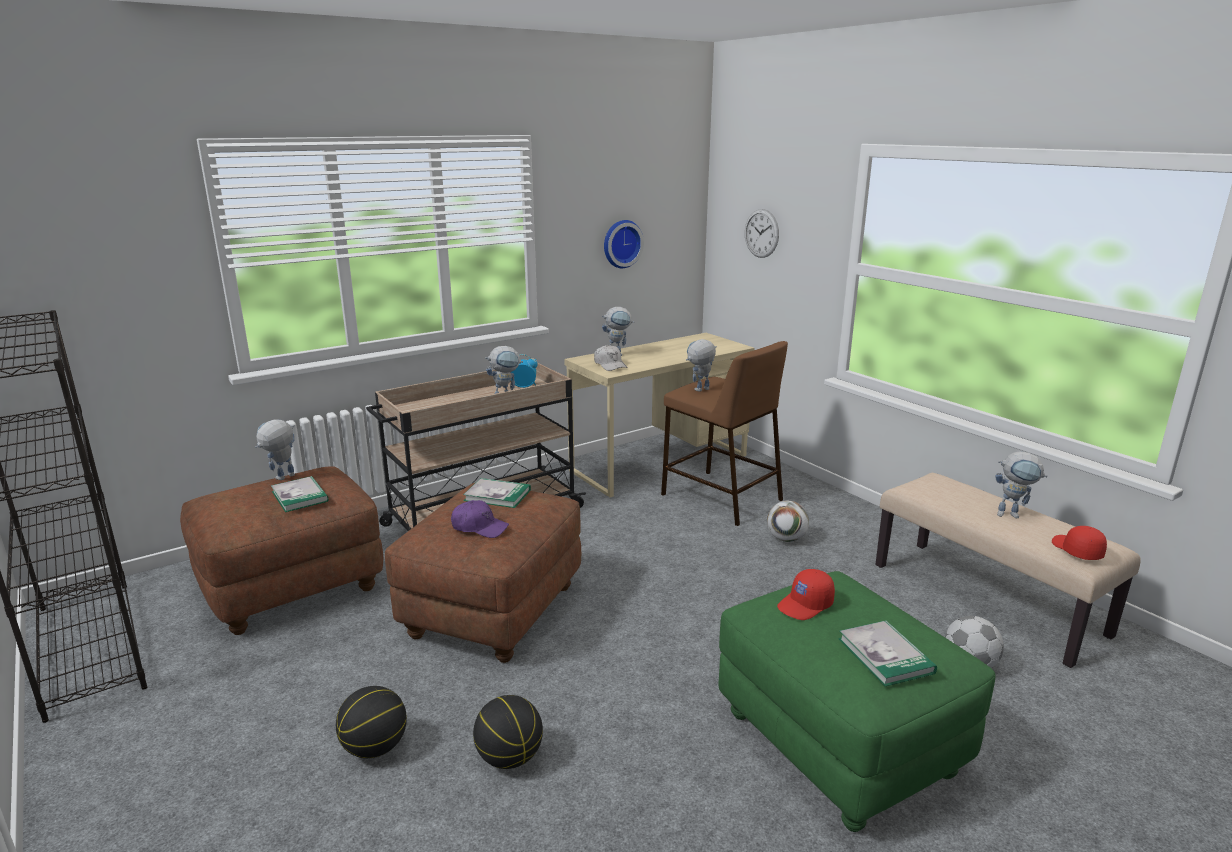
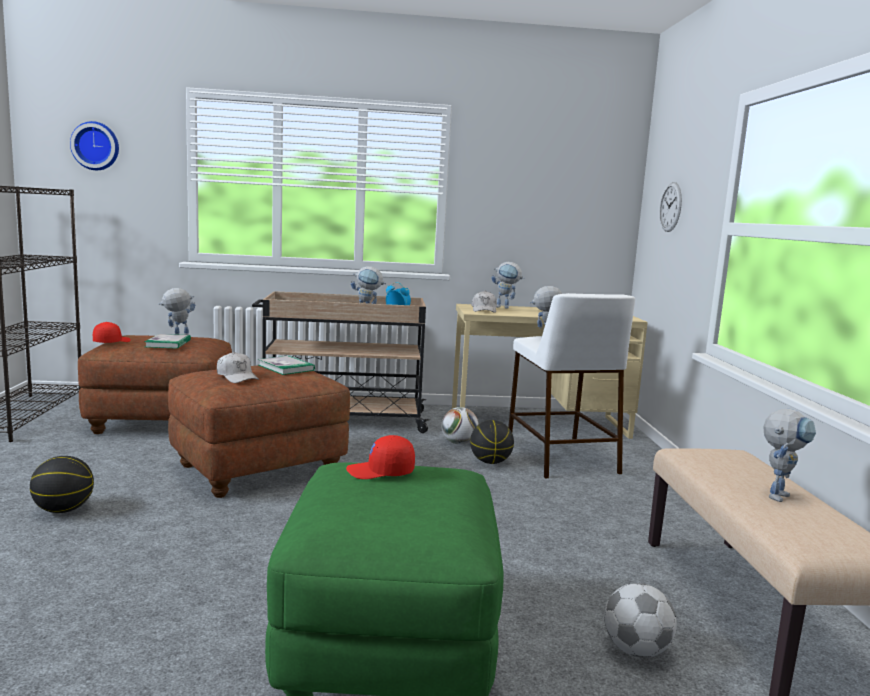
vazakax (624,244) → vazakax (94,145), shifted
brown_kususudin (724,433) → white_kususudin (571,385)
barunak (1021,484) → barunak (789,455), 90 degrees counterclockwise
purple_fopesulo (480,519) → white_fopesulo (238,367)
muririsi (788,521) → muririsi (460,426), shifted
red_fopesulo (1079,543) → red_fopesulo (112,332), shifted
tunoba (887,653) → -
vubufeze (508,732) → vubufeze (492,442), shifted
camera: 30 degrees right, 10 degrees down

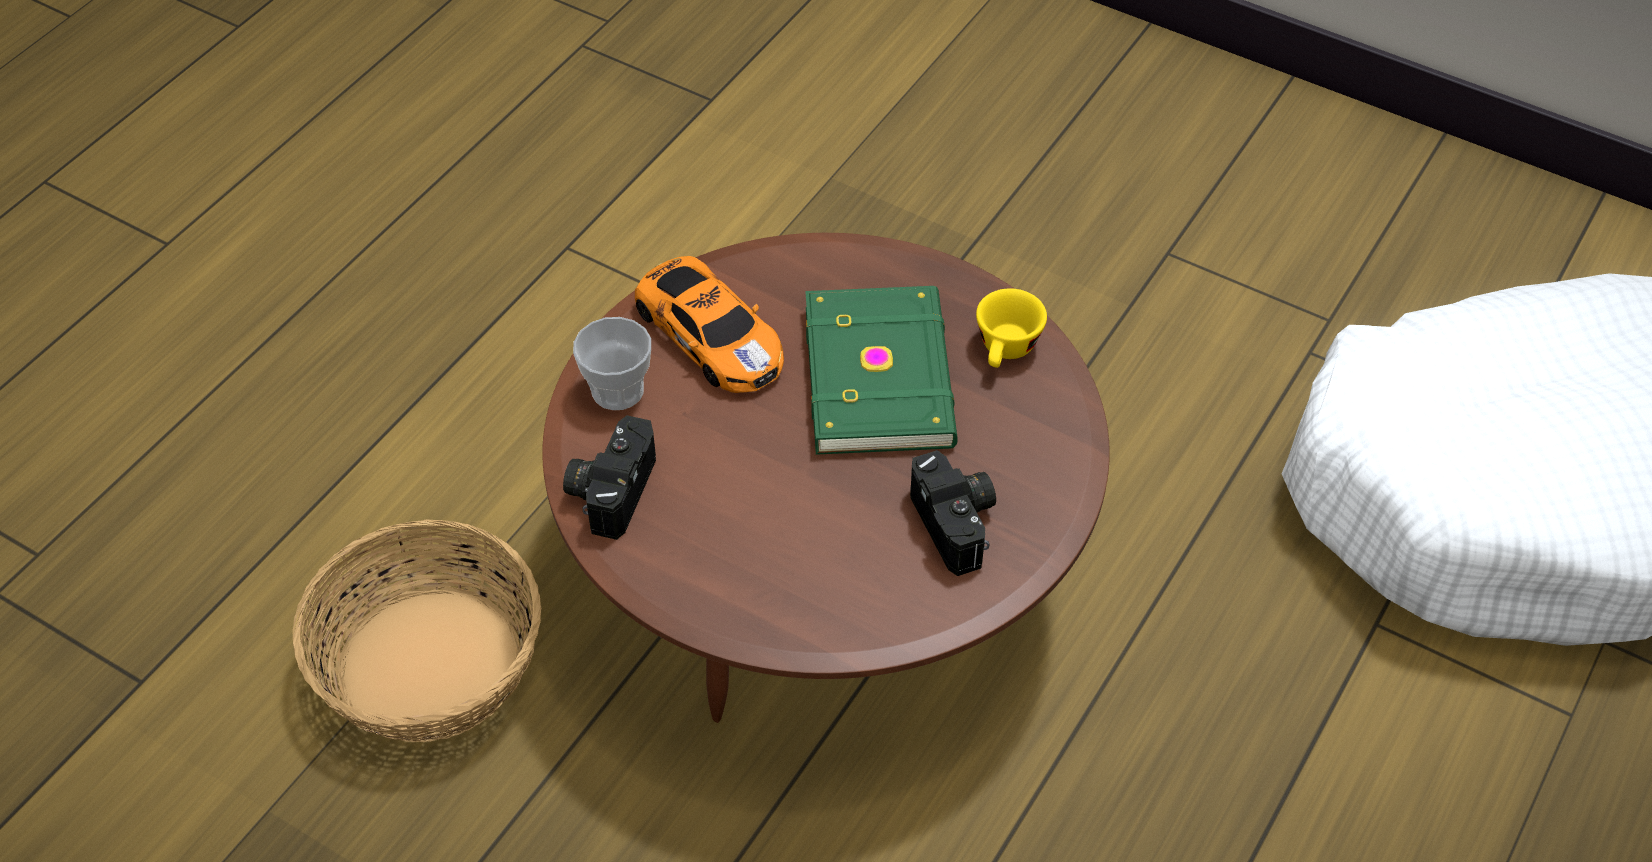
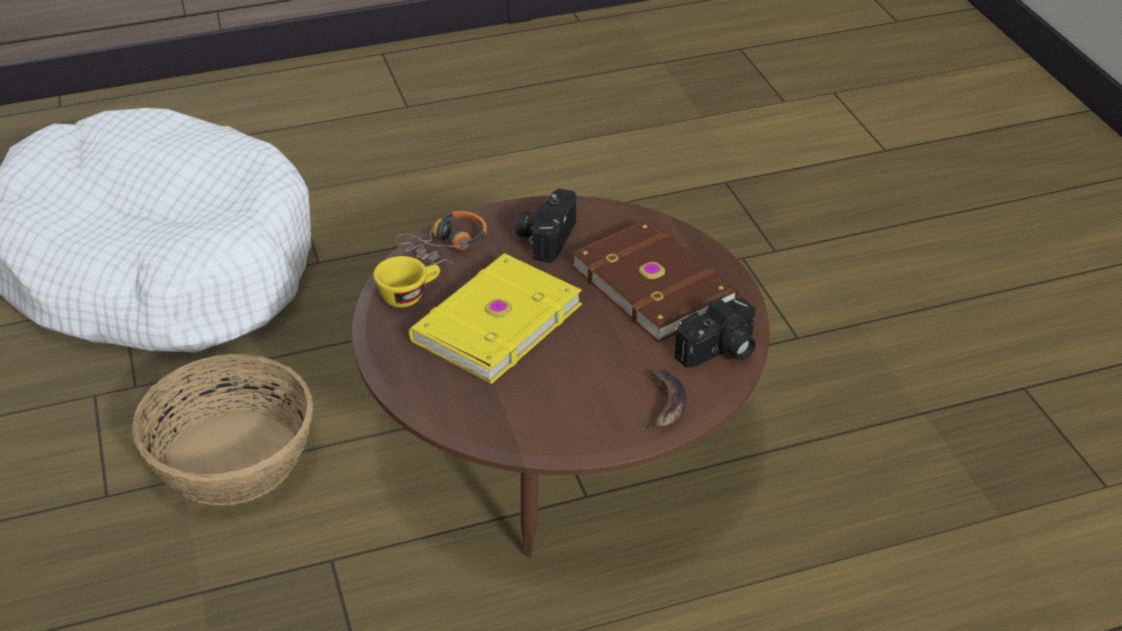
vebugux (709,324) → -
green_tunoba (881,370) → yellow_tunoba (495,318)
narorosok (612,363) → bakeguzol (663,400)
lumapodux (416,631) → lumapodux (222,429), shifted
- → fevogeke (441,238)
- → brown_tunoba (655,280)
camera: 140 degrees left, 10 degrees down

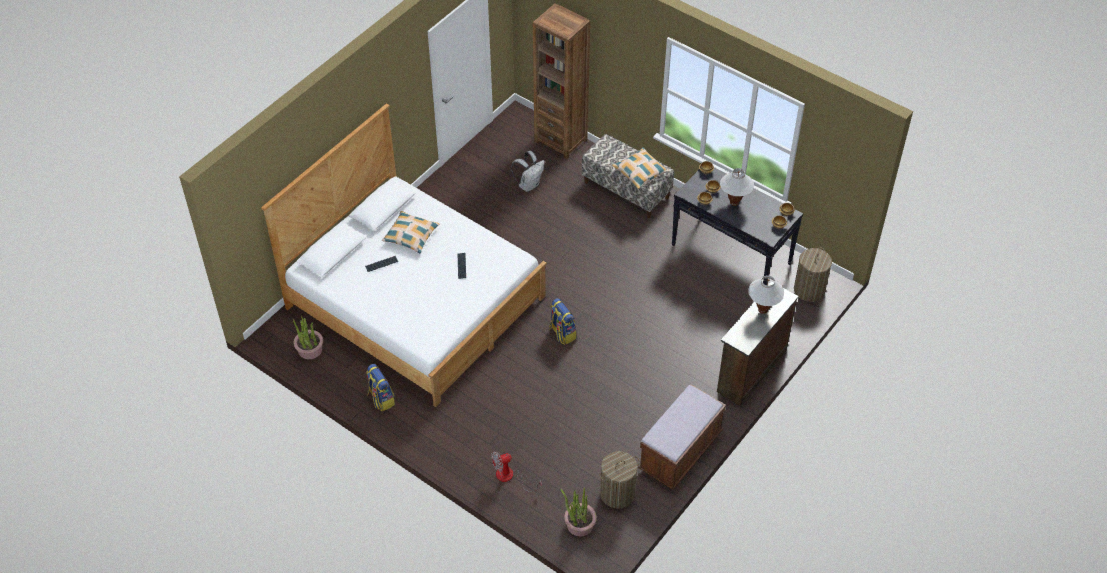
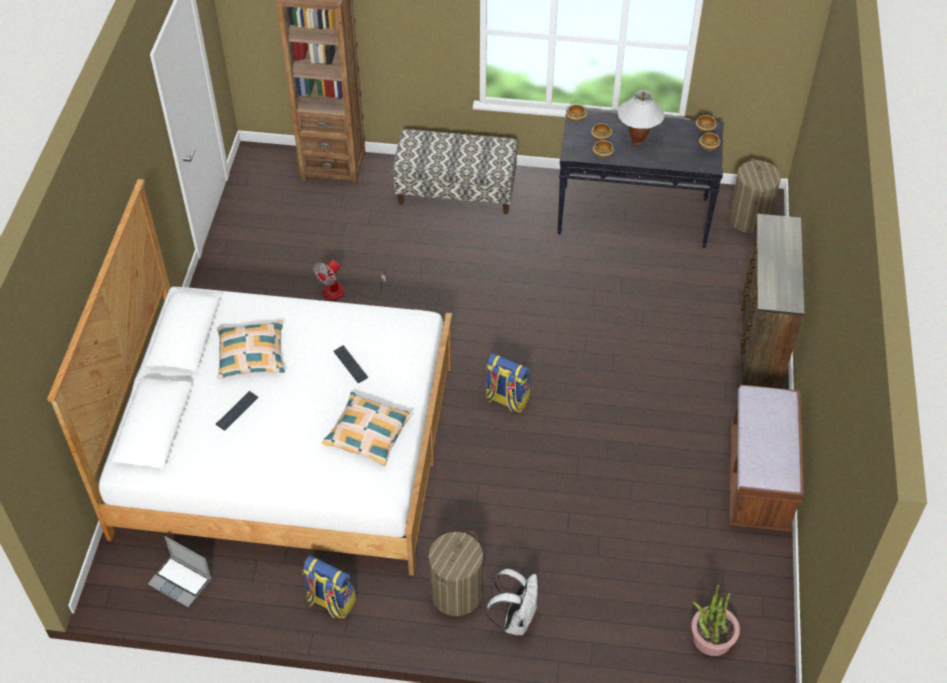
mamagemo (640,168) → mamagemo (368,429), shifted
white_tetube (528,171) → white_tetube (512,601), shifted
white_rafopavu (766,294) → -
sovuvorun (308,337) → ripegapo (180,571)
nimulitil (516,471) → nimulitil (350,280), shifted
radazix (619,480) → radazix (455,573), shifted
camera: 30 degrees left, 0 degrees up

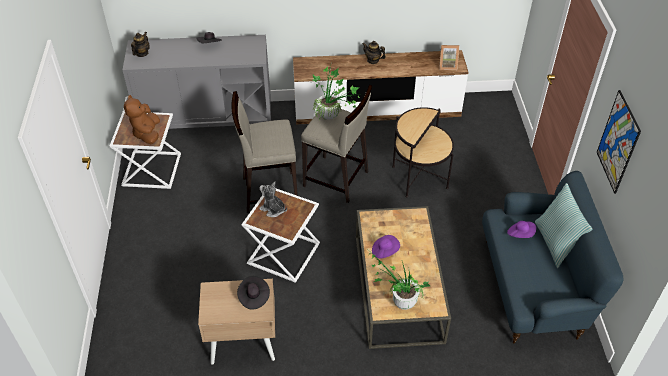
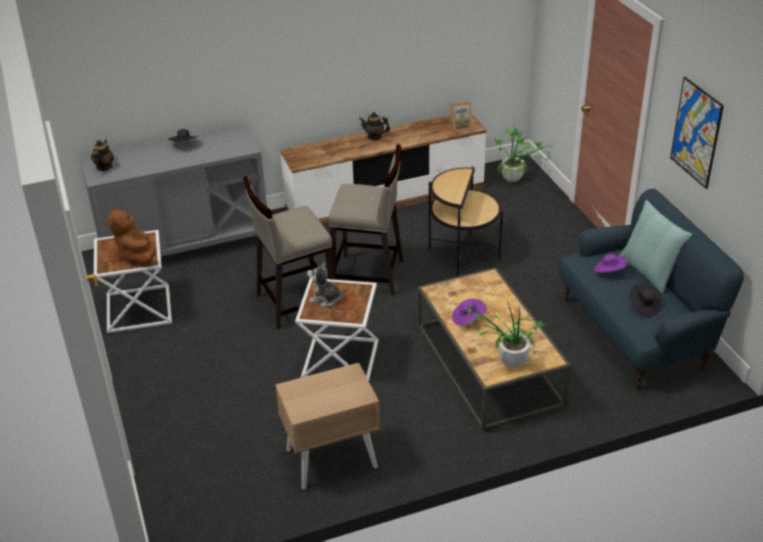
sovuvorun (336,91) → sovuvorun (523,154), shifted
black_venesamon (253,292) → black_venesamon (646,300), shifted
camera: 15 degrees left, 10 degrees down

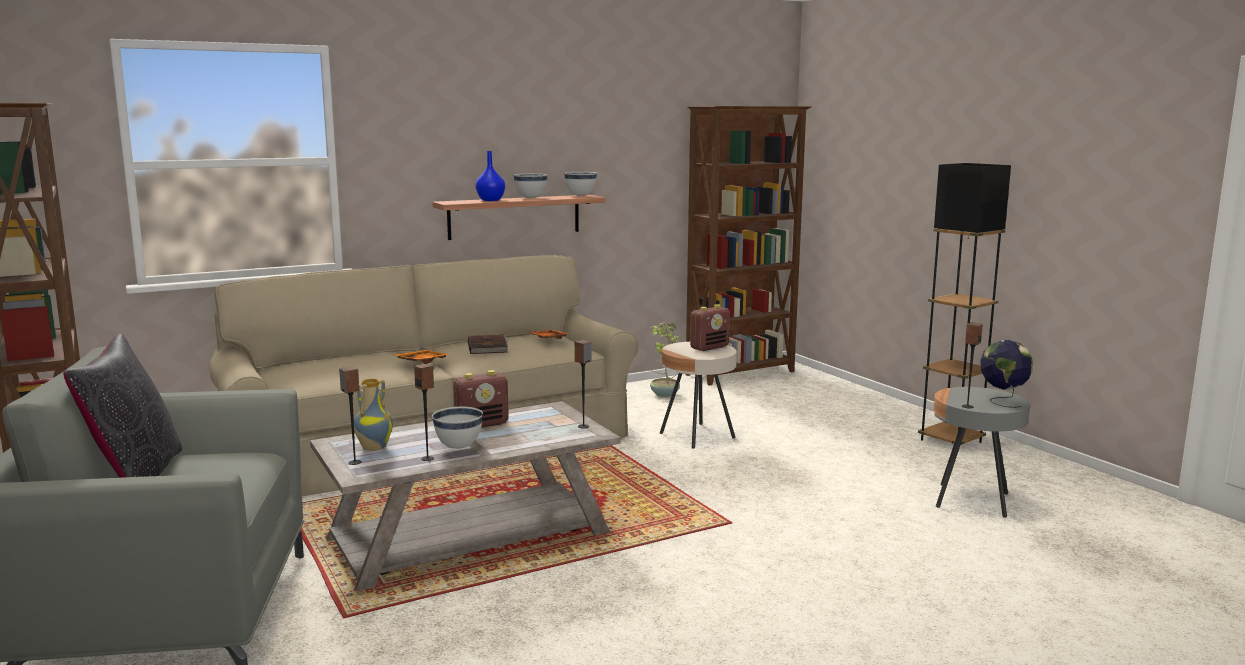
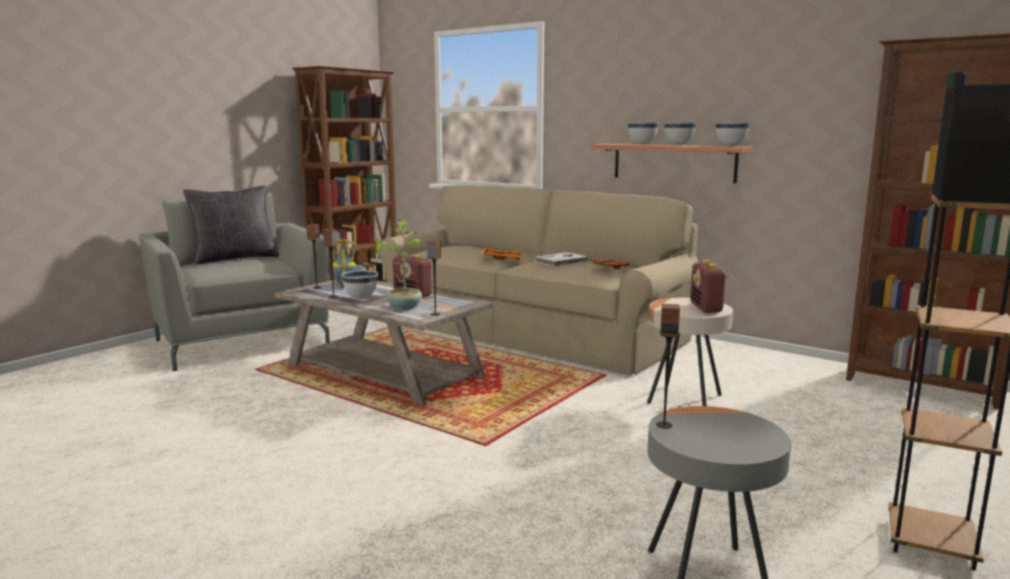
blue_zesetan (490,176) → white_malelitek (643,134)
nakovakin (710,327) → nakovakin (709,286), 60 degrees clockwise
sovuvorun (665,360) → sovuvorun (398,264), shifted
brown_tunoba (488,344) → white_tunoba (562,259)
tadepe (1006,374) → -
camera: 65 degrees right, 0 degrees up

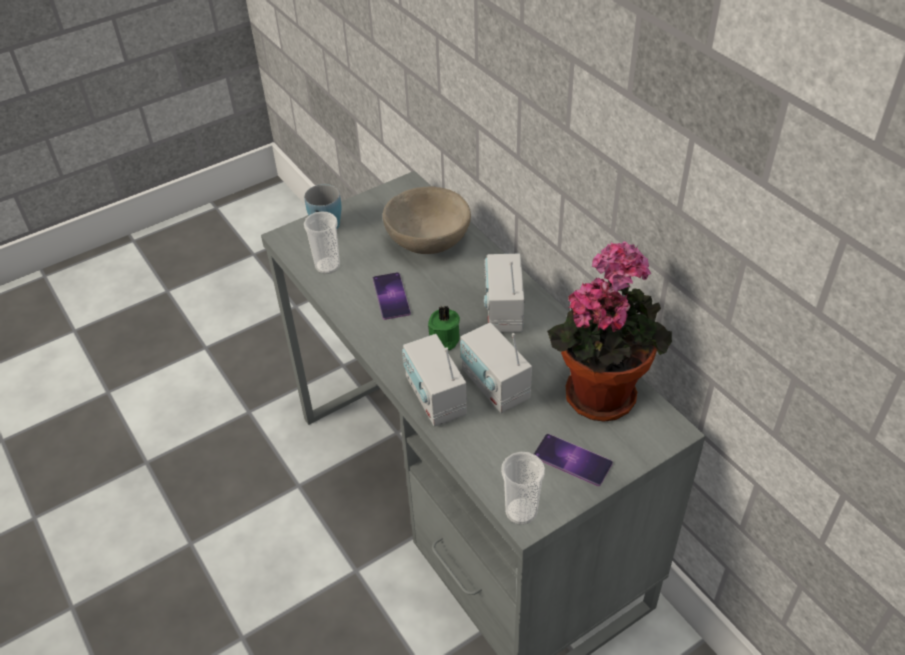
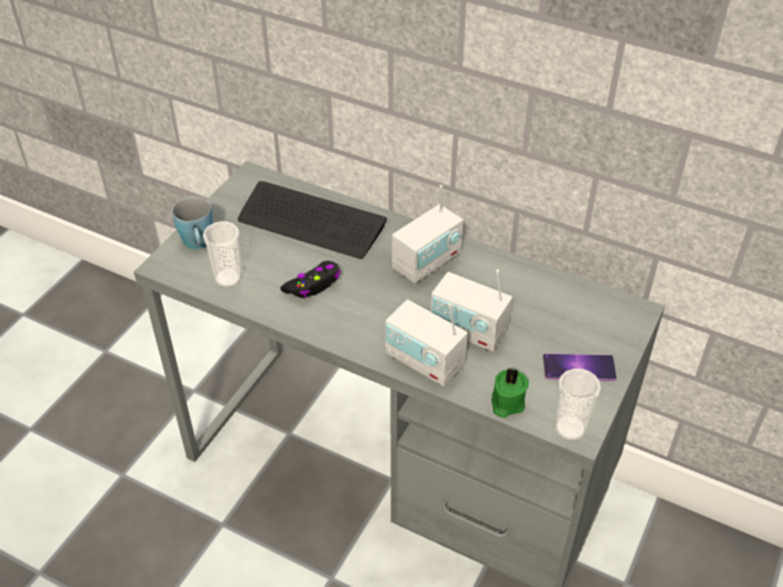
beige_malelitek (427,220) → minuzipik (312,220)
sovuvorun (609,331) → -
nakovakin (504,293) → nakovakin (427,234), 105 degrees counterclockwise
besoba (392,296) → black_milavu (310,279)
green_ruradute (444,327) → green_ruradute (510,393), shifted
camera: 30 degrees left, 0 degrees up

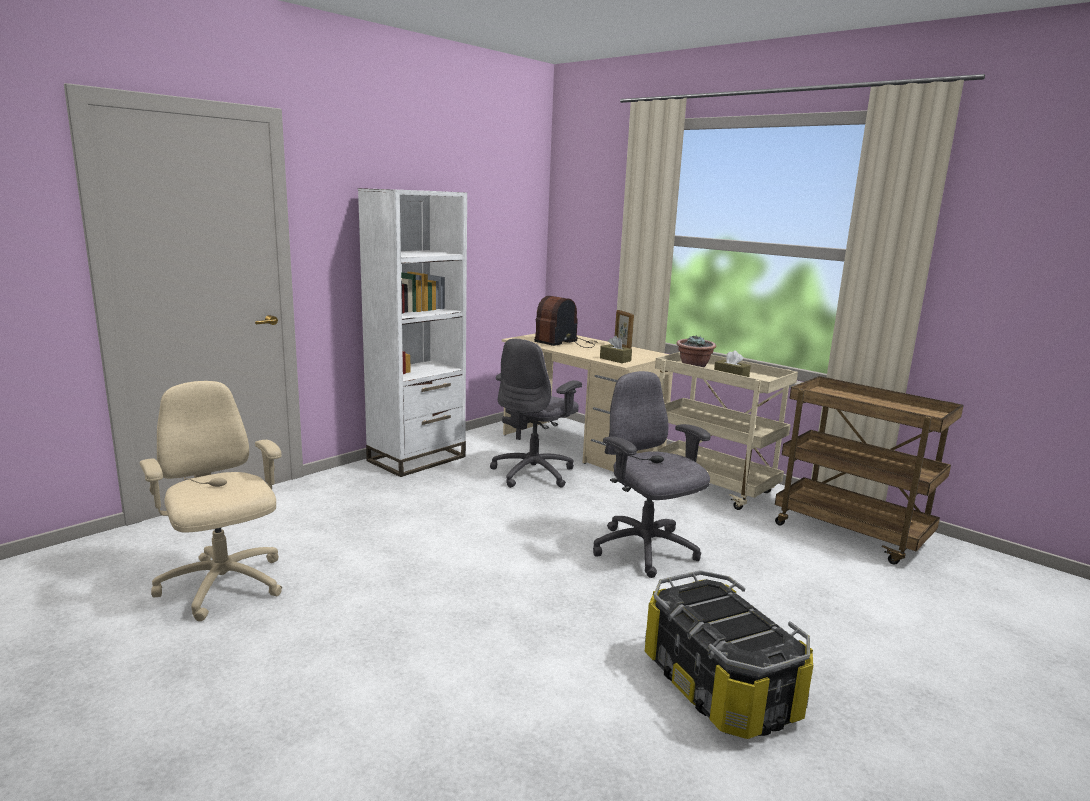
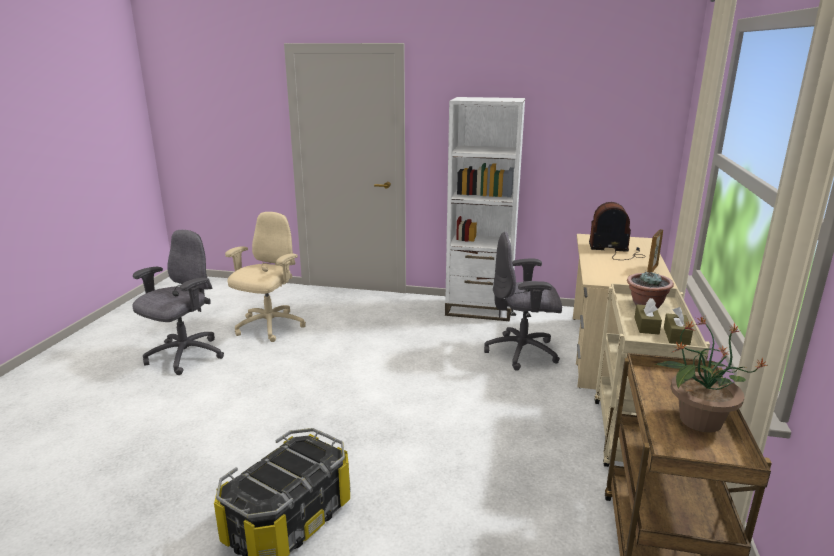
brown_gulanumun (616,349) → brown_gulanumun (678,326), shifted
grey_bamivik (652,474) → grey_bamivik (178,302), shifted
- → sovuvorun (711,375)
camera: 60 degrees right, 5 degrees up

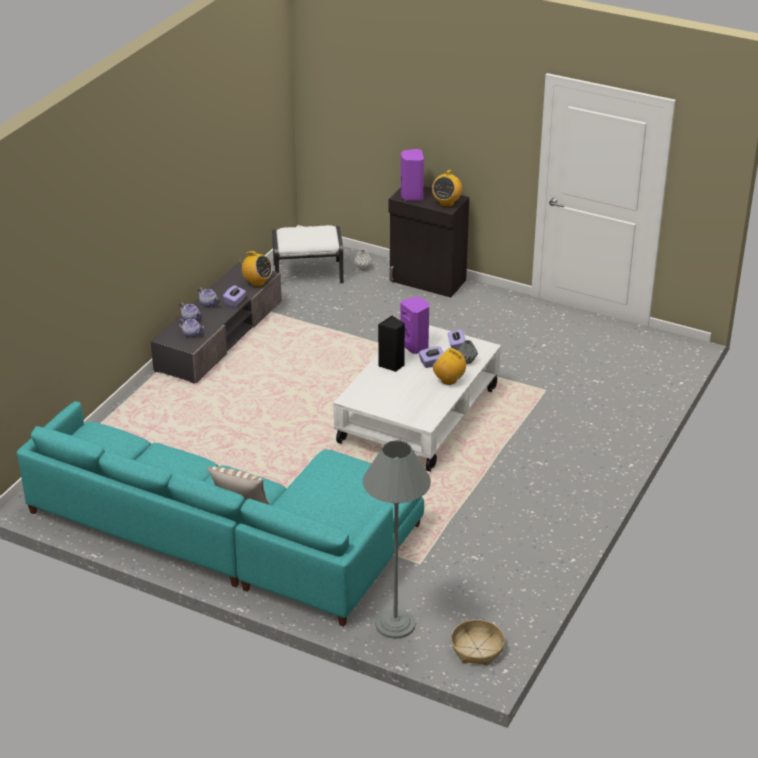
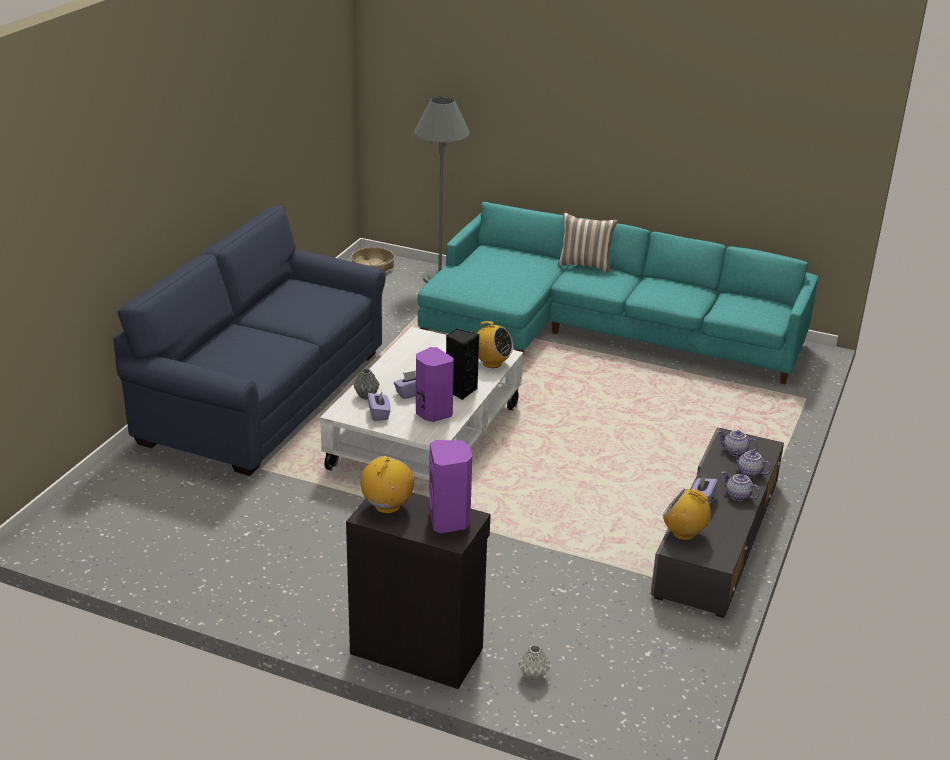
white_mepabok (308,254) → -
nakovakin (451,366) → nakovakin (491,344), shifted
- → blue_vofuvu (249,341)
camera: 175 degrees right, 5 degrees down

